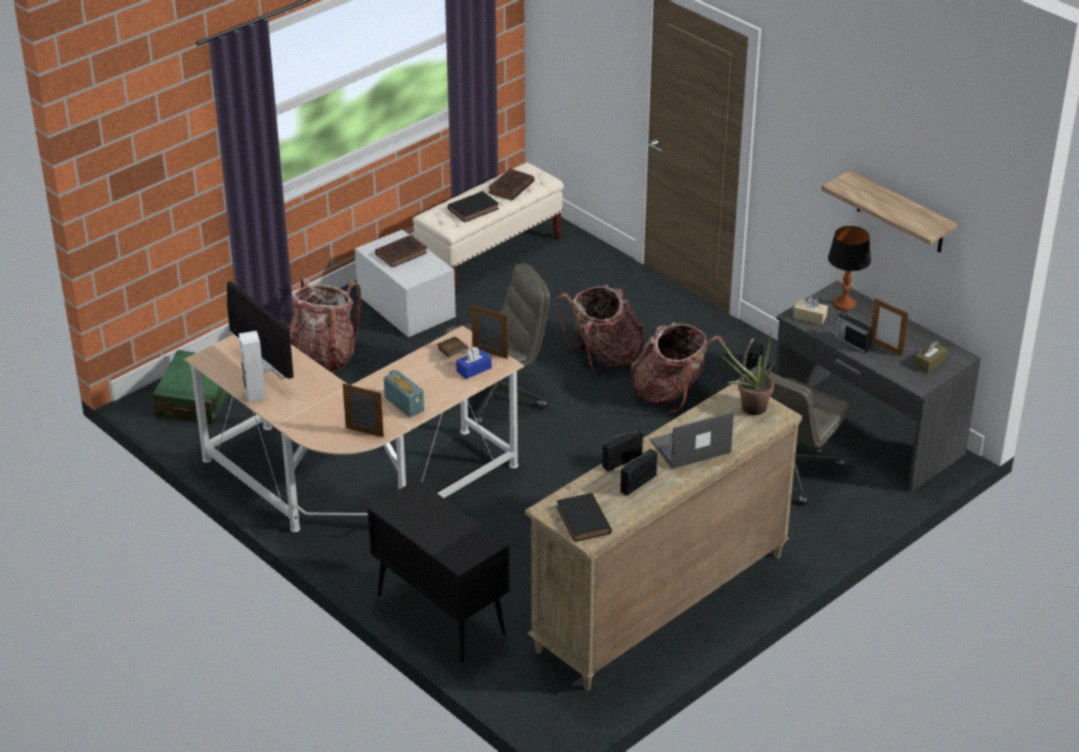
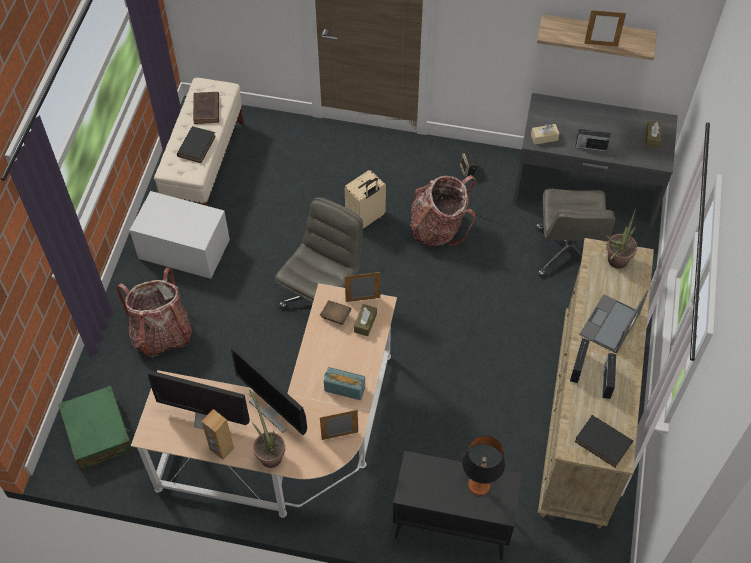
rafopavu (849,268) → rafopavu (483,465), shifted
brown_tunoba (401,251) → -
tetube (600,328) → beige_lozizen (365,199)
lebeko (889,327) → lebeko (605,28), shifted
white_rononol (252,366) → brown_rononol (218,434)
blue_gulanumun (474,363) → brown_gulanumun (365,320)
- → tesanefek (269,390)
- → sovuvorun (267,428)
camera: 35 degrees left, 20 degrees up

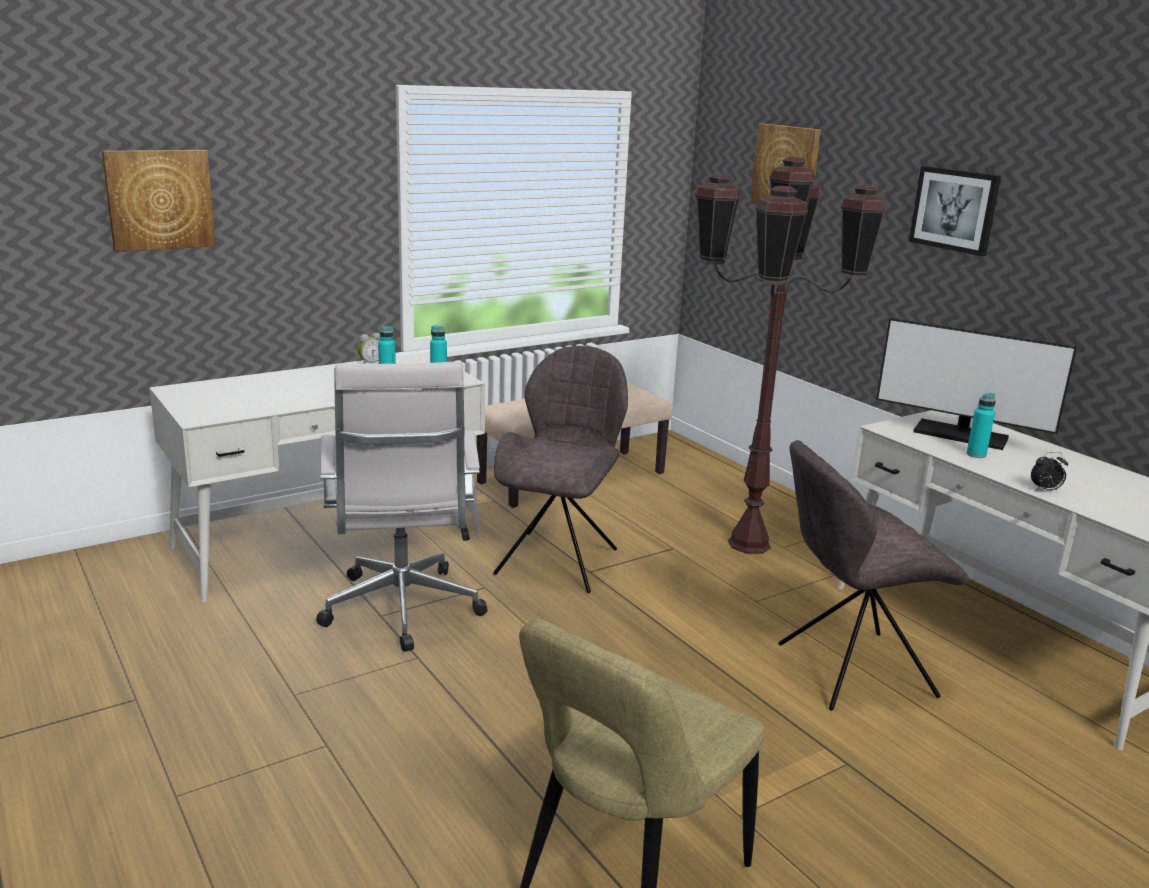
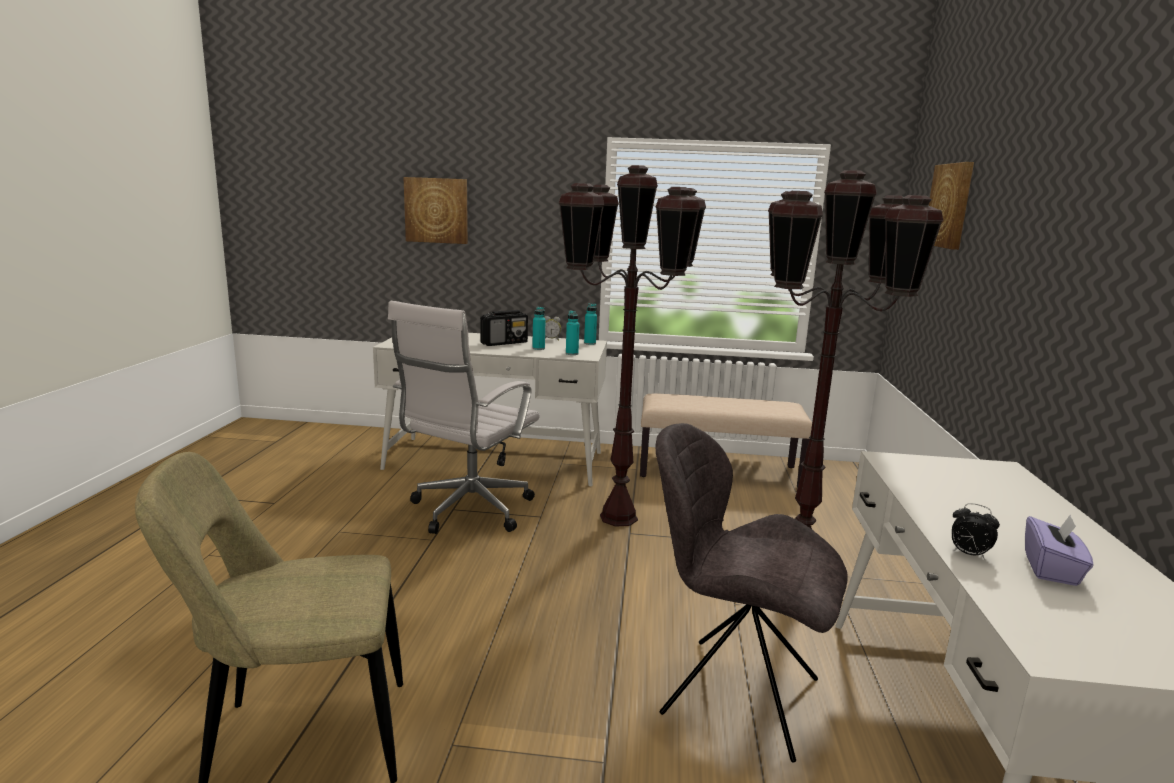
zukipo (955,211) → -
tesanefek (976,384) → -
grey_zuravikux (560,469) → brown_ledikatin (632,346)
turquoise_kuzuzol (981,425) → turquoise_kuzuzol (590,324), shifted
- → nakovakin (504,328)
- → purple_gulanumun (1059,550)
camera: 40 degrees right, 5 degrees down

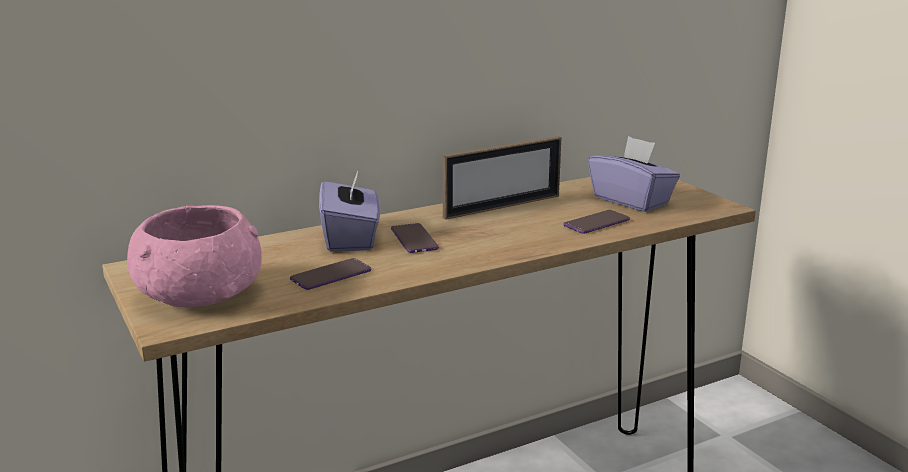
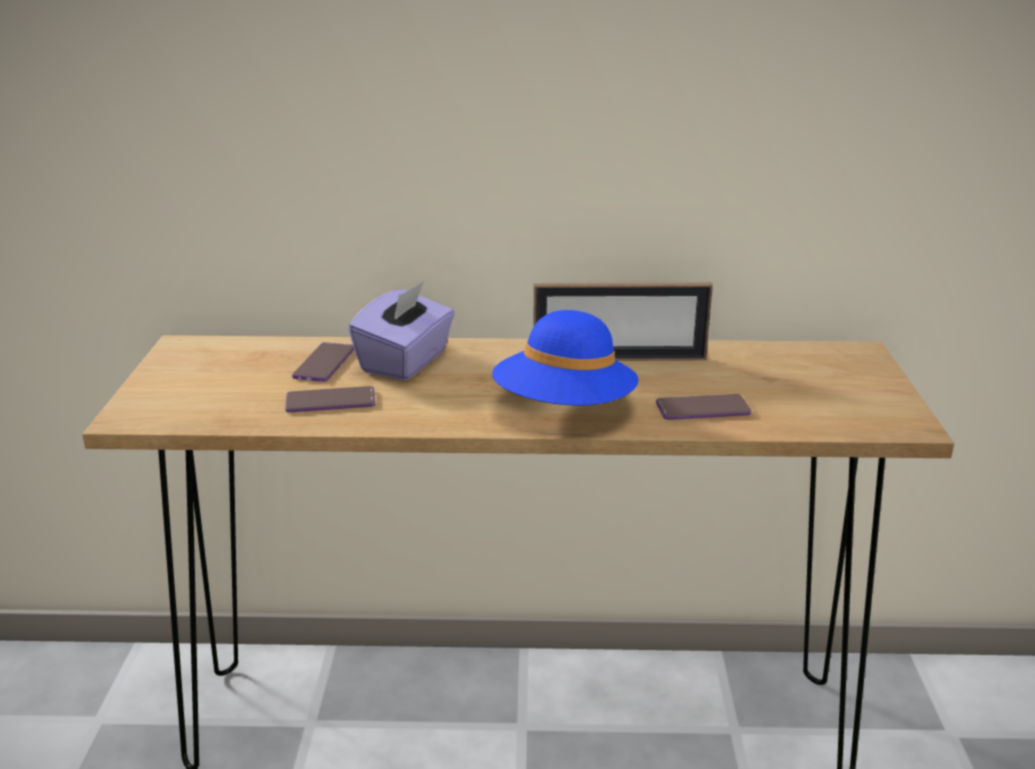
purple_gulanumun (634,174) → -
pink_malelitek (194,256) → -
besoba (415,238) → besoba (323,362), shifted
- → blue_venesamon (565,358)
camera: 30 degrees right, 5 degrees up

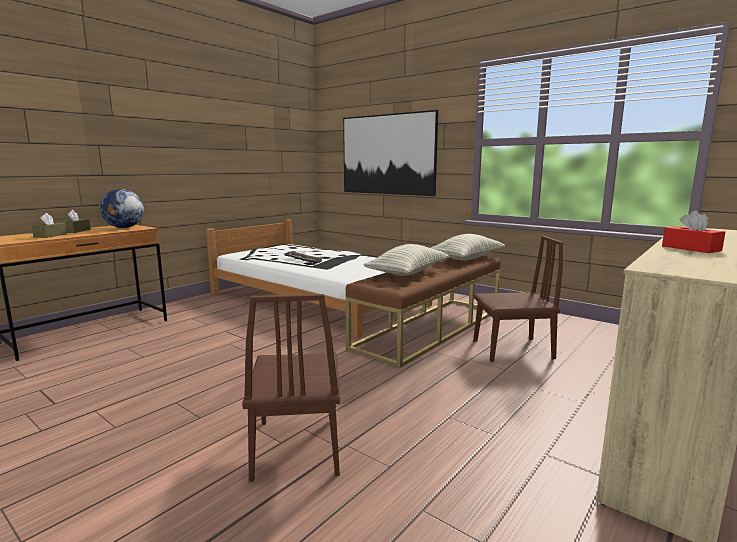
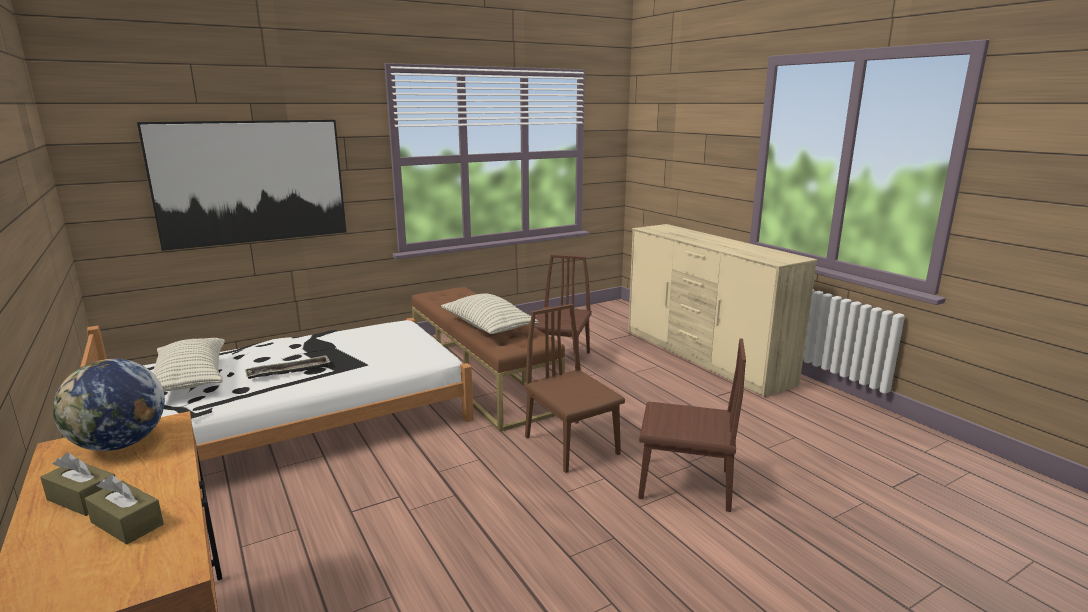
red_gulanumun (693,232) → -
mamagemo (468,247) → mamagemo (189,365), shifted
- → brown_zuravikux (574,388)
camera: 70 degrees left, 5 degrees up

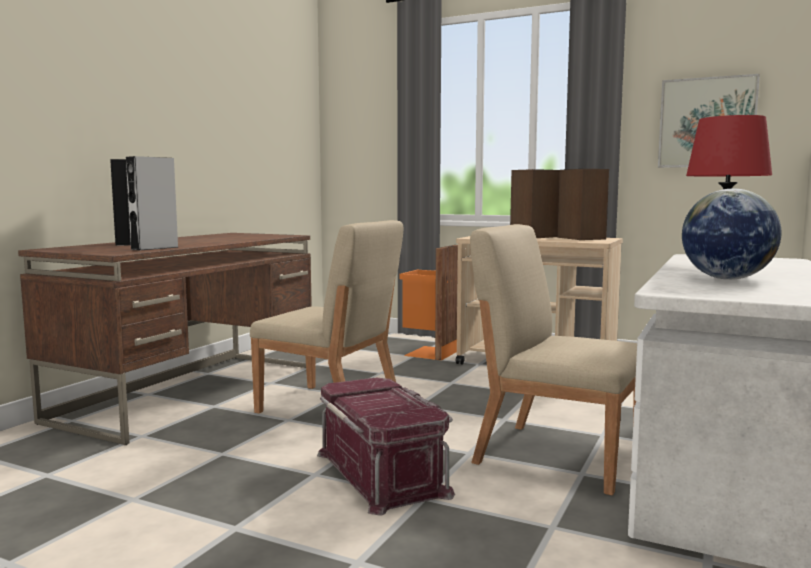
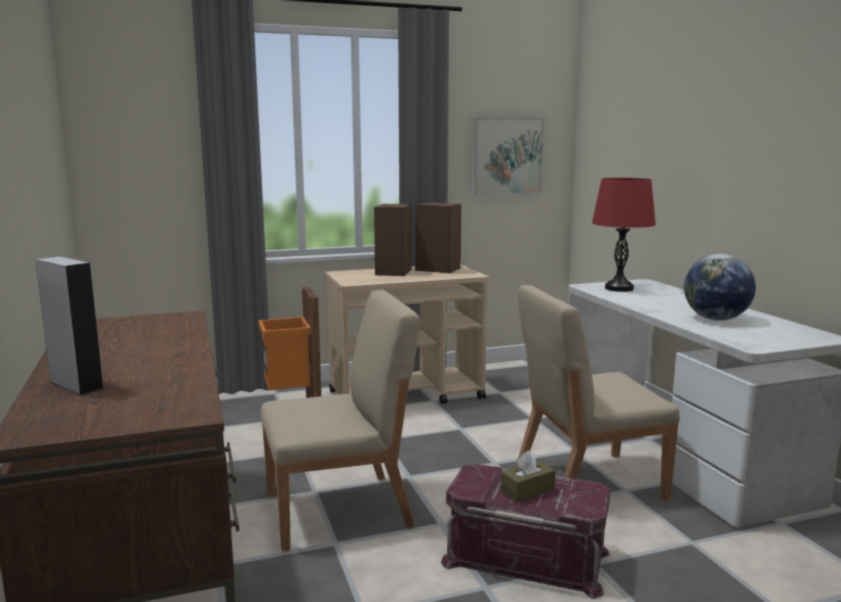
grey_rononol (152,203) → -
- → brown_gulanumun (528,476)
camera: 45 degrees left, 5 degrees up

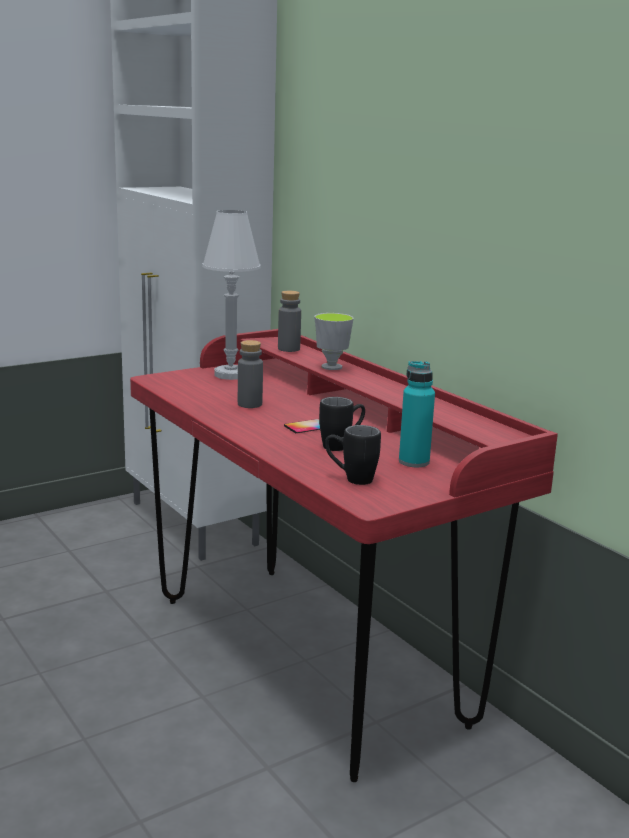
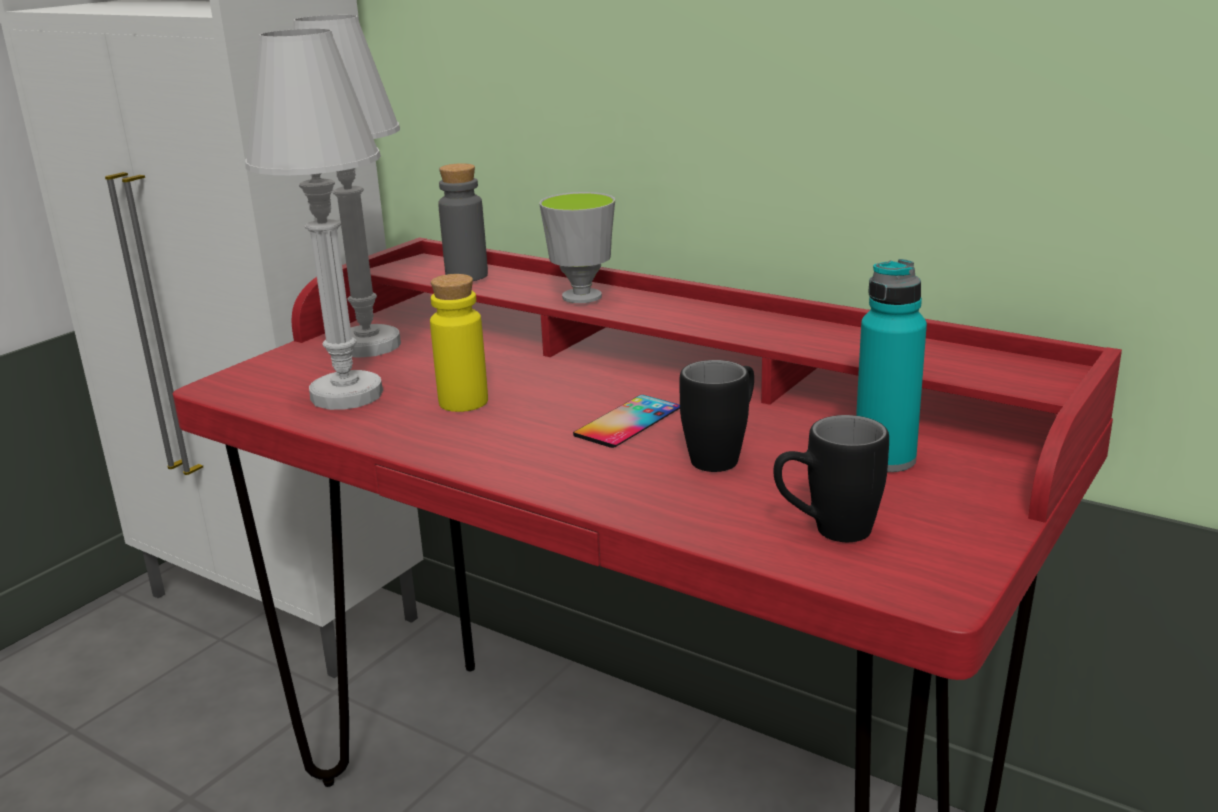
grey_kuzuzol (250,374) → yellow_kuzuzol (459,343)
- → white_rafopavu (314,219)
camera: 20 degrees left, 5 degrees up

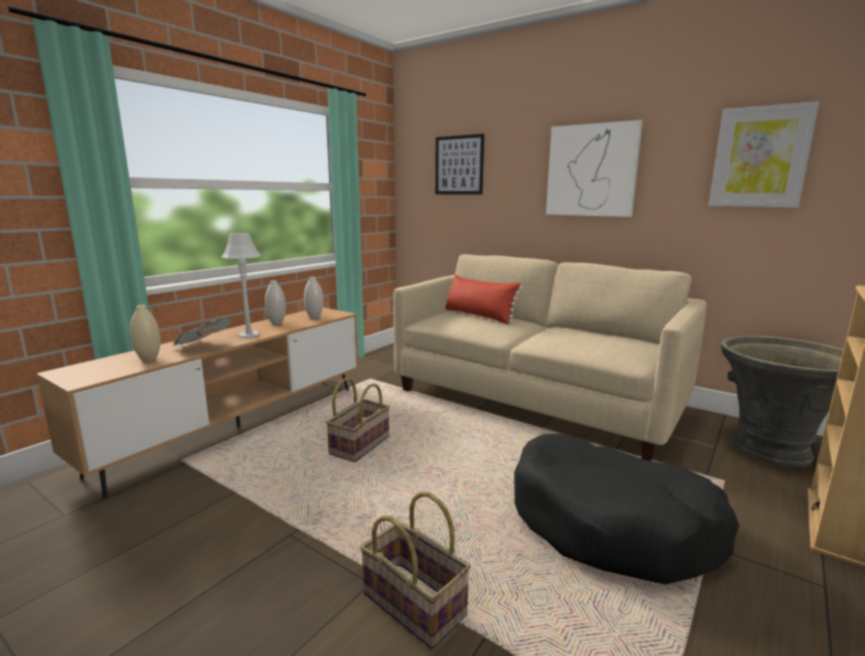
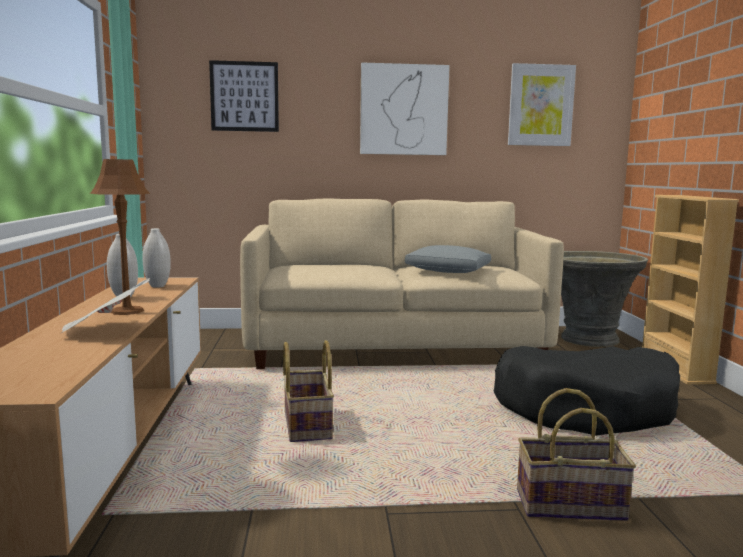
grey_rafopavu (241,285) → brown_rafopavu (120,237)
red_mamagemo (483,299) → -
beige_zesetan (145,333) → -
- → grey_mamagemo (448,259)
camera: 40 degrees left, 5 degrees down

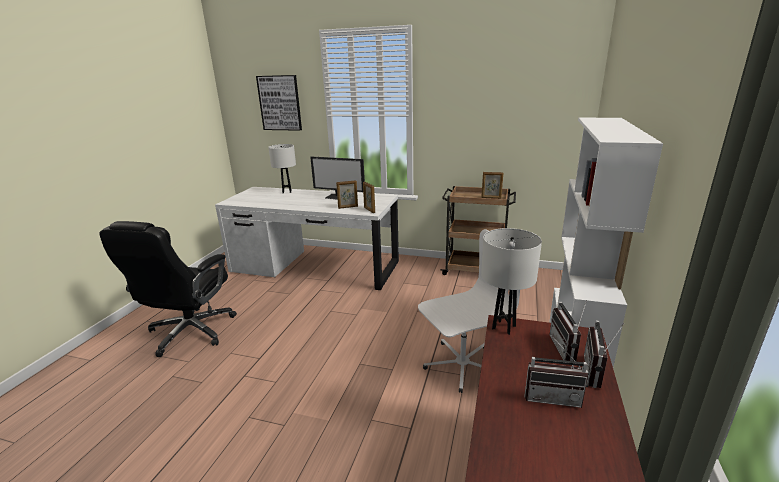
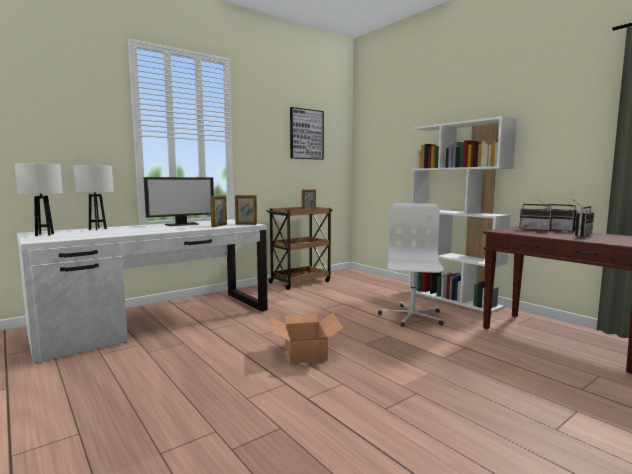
zukipo (279,103) → zukipo (307,133), shifted
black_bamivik (168,289) → -
white_rafopavu (511,281) → white_rafopavu (39,199), shifted
- → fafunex (307,338)
camera: 55 degrees left, 15 degrees down

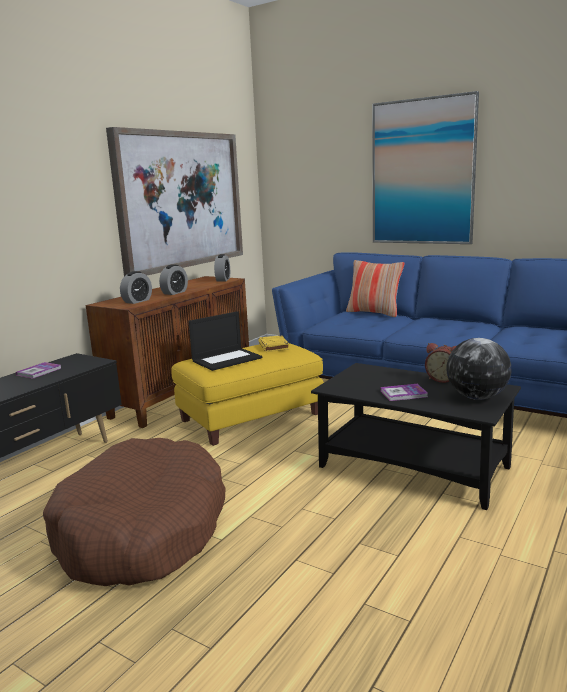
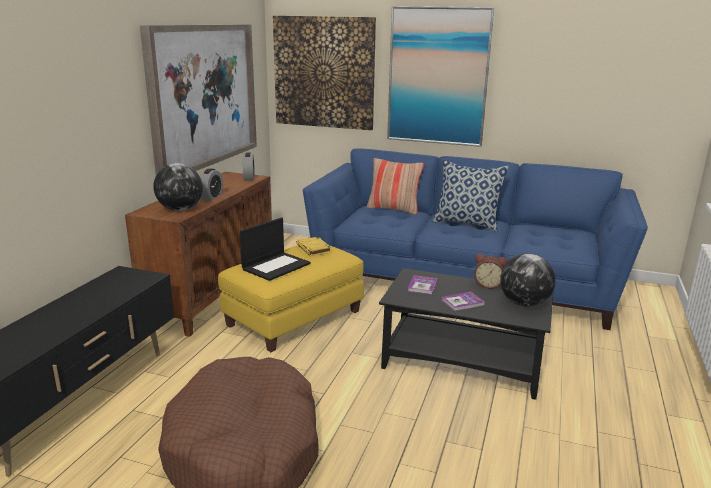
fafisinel (136,287) → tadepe (178,187)
tunoba (38,370) → tunoba (422,285), shifted
- → zukipo (324,73)
- → mamagemo (471,195)
camera: 15 degrees left, 5 degrees up

